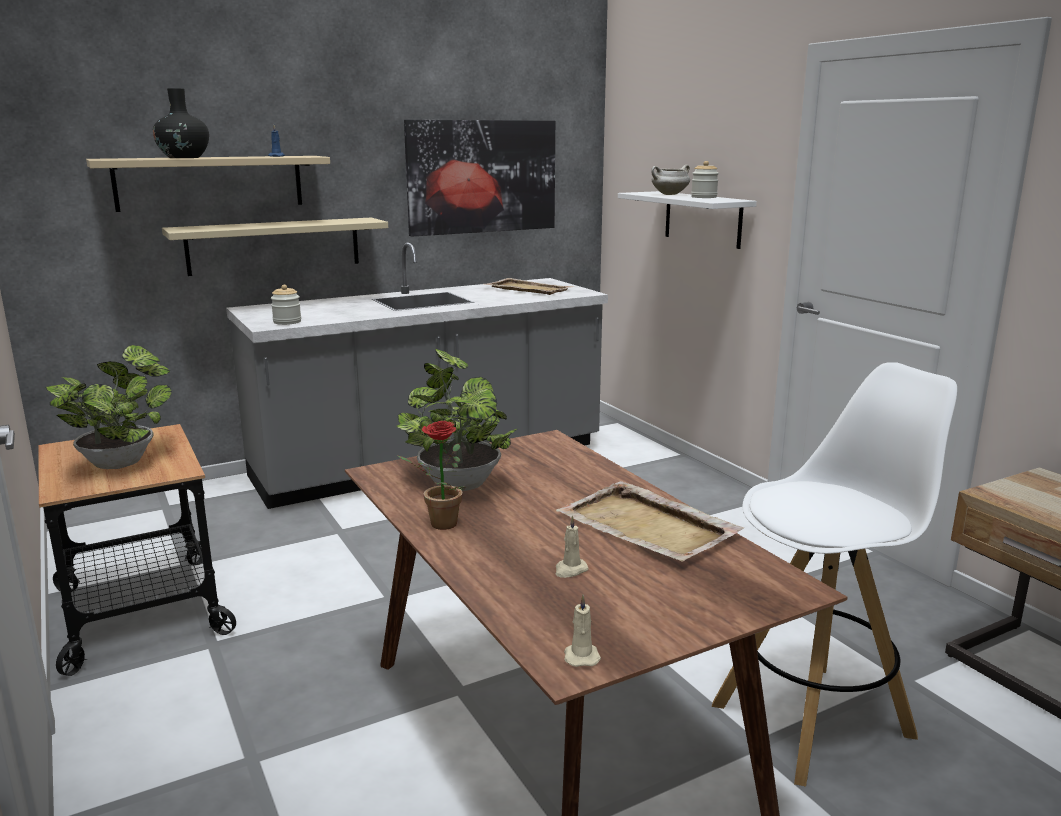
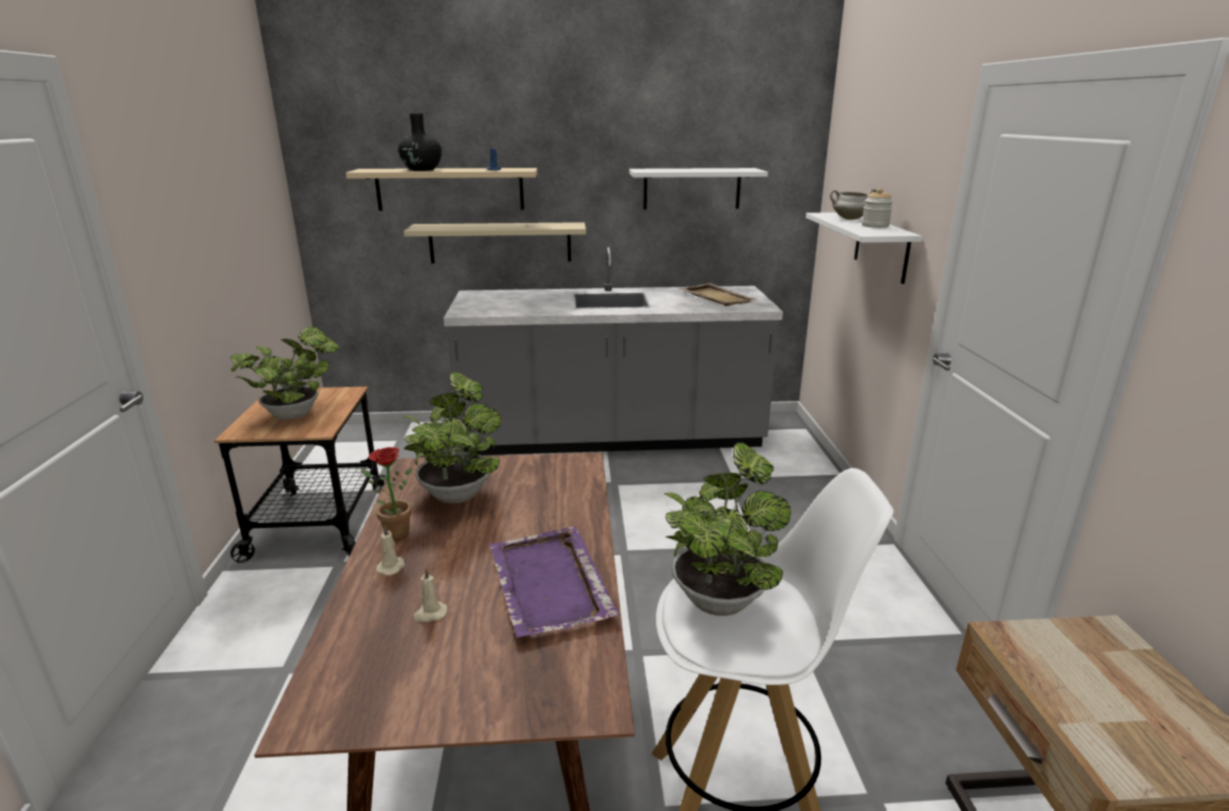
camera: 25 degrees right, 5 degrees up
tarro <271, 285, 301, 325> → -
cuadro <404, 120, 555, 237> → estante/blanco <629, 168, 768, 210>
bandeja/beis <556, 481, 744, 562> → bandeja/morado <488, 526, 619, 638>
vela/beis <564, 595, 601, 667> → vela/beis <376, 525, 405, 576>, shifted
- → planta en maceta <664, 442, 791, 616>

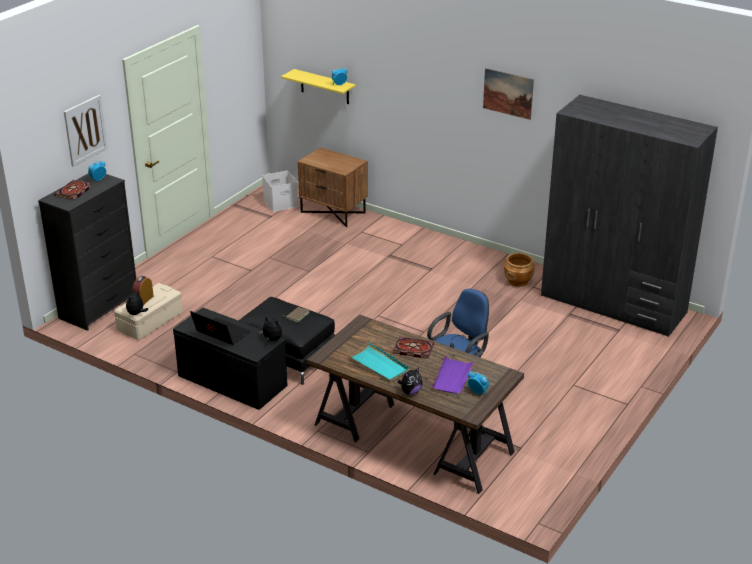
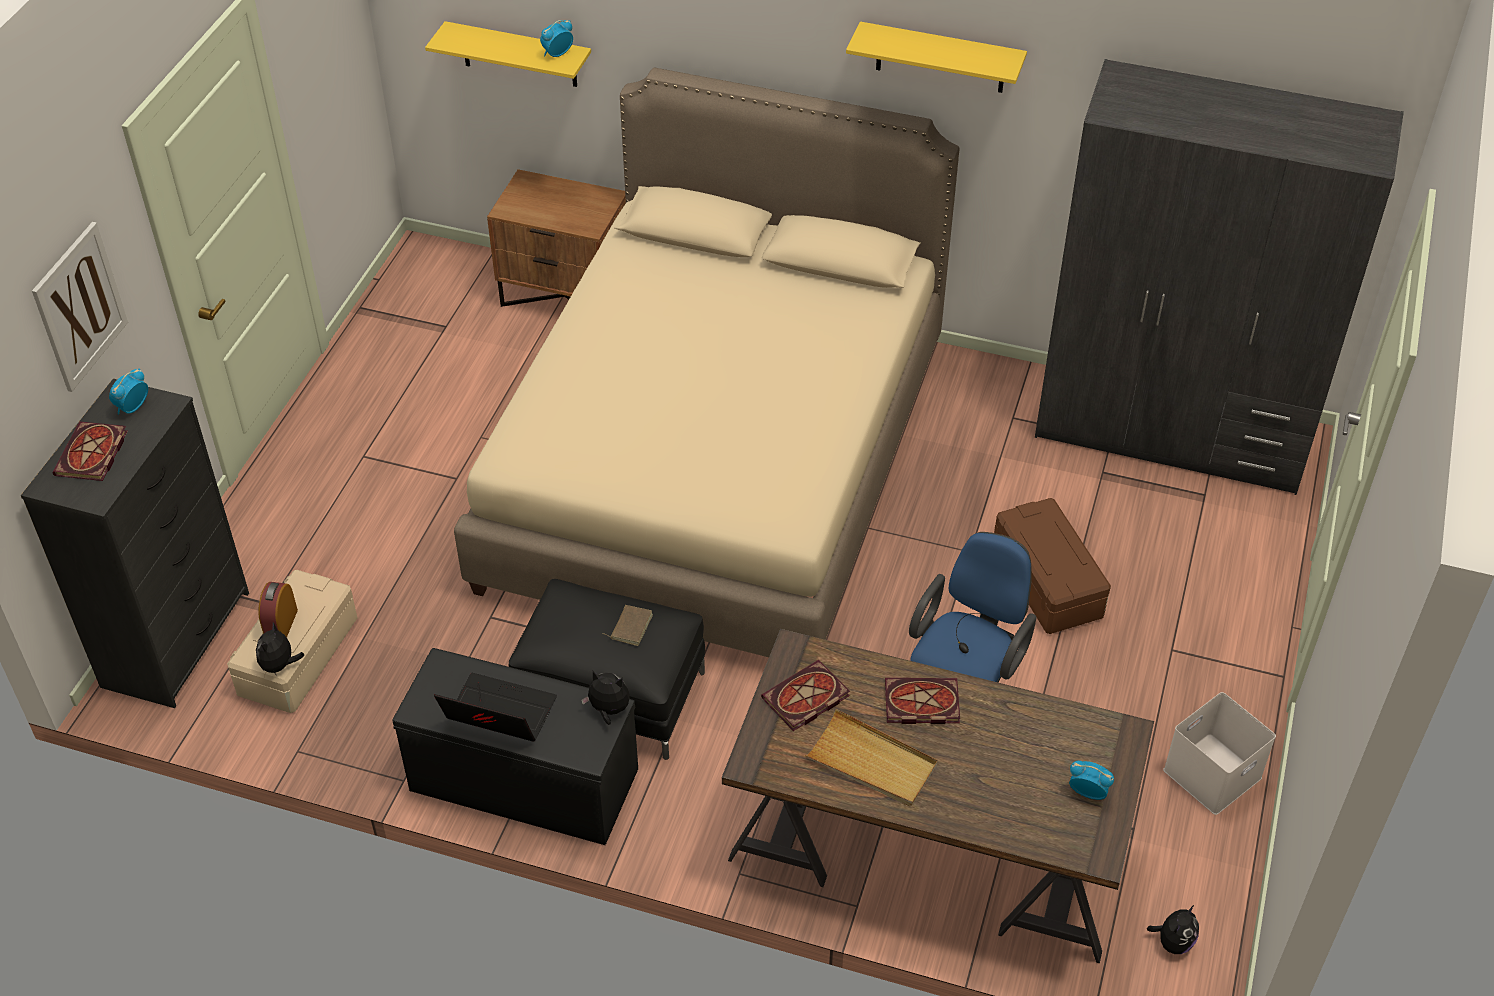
camera: 15 degrees left, 15 degrees up
caja de almacenaje/blanco <262, 171, 298, 212> → caja de almacenaje/blanco <1163, 692, 1276, 815>, shifted
bandeja/turquesa <348, 343, 410, 383> → bandeja/beis <805, 709, 938, 806>
peluche <398, 367, 422, 395> → peluche <1147, 905, 1199, 954>, shifted
bandeja/morado <432, 355, 476, 397> → -
cuadro <483, 68, 534, 120> → estante/amarillo <846, 22, 1027, 93>
maceta/marrón <504, 253, 535, 287> → -
- → cama/beis <454, 68, 959, 657>
- → libro <761, 660, 850, 731>
- → caja de almacenaje/marrón <994, 498, 1111, 634>

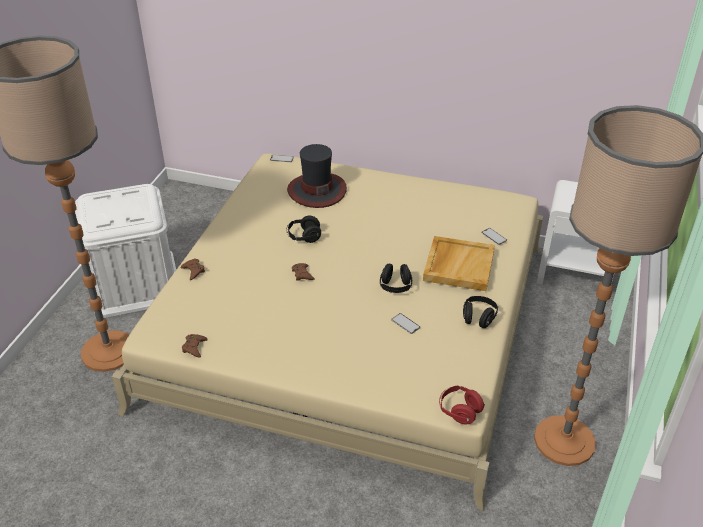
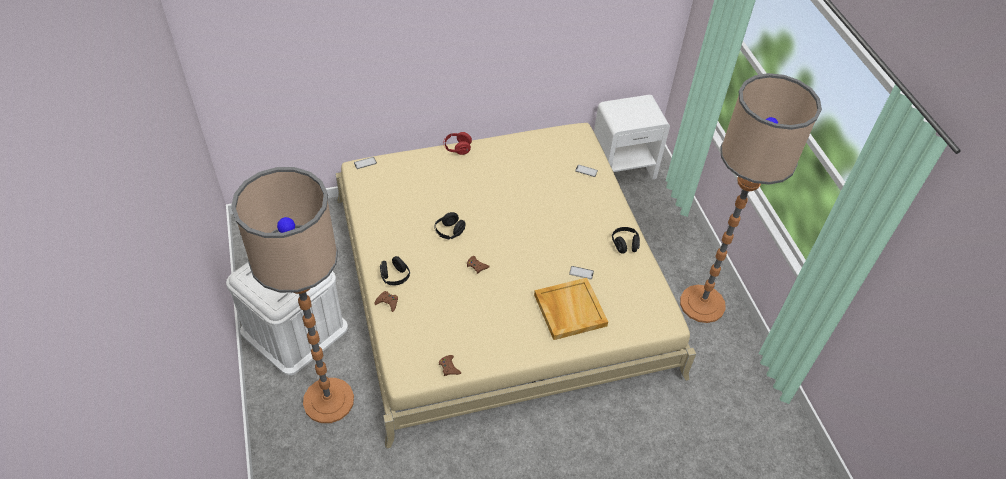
camera: 35 degrees left, 10 degrees up
sombrero <287, 144, 347, 208> → -
auriculares/negro <380, 263, 412, 293> → auriculares/negro <380, 256, 410, 286>, shifted
bandeja/beis <423, 236, 495, 291> → bandeja/beis <534, 278, 608, 340>, shifted
auriculares/rojo <439, 385, 485, 424> → auriculares/rojo <444, 132, 472, 155>, shifted

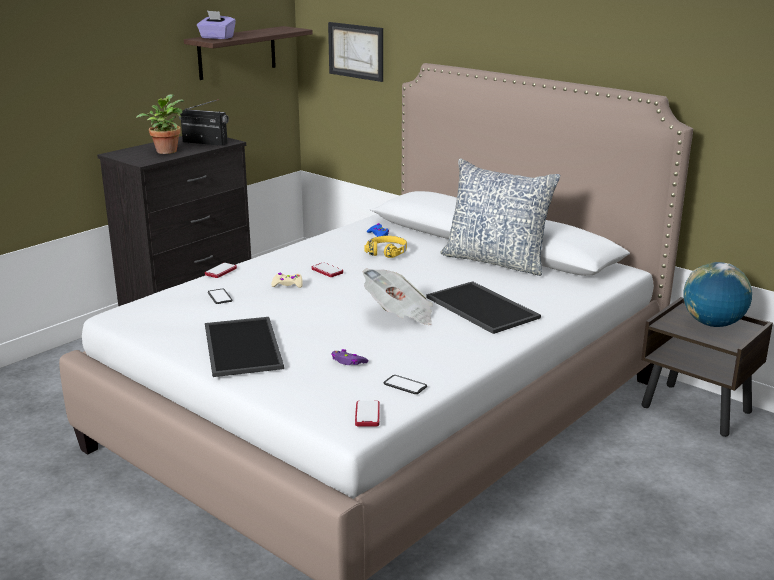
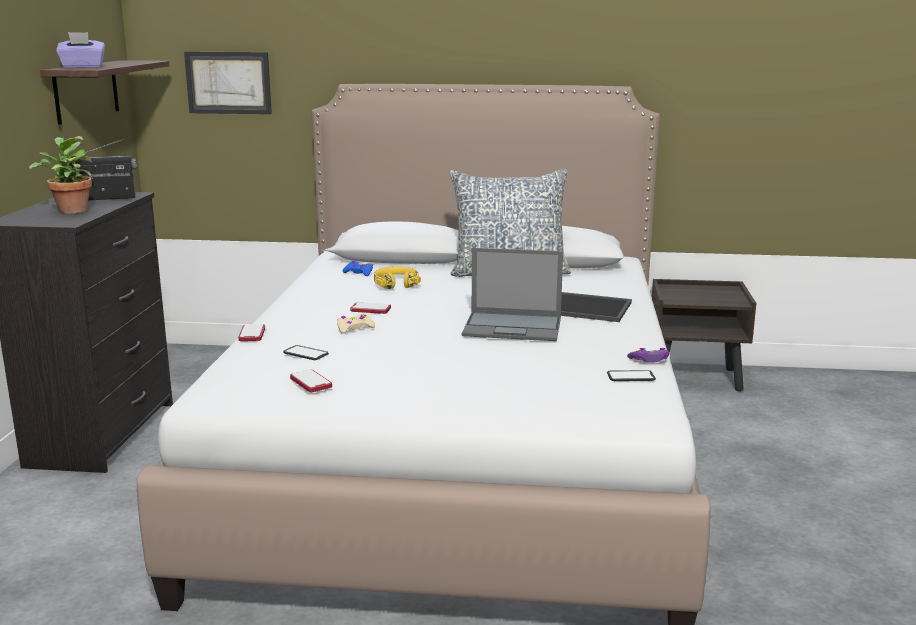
camera: 35 degrees left, 5 degrees down
bandeja <205, 317, 284, 377> → -
mando de consola/morado <331, 349, 368, 365> → mando de consola/morado <627, 348, 669, 363>, shifted
móvil <355, 401, 380, 427> → móvil <290, 369, 332, 392>, shifted
periódico <363, 269, 433, 325> → portátil <462, 248, 563, 341>
globo terráqueo <683, 262, 752, 327> → -

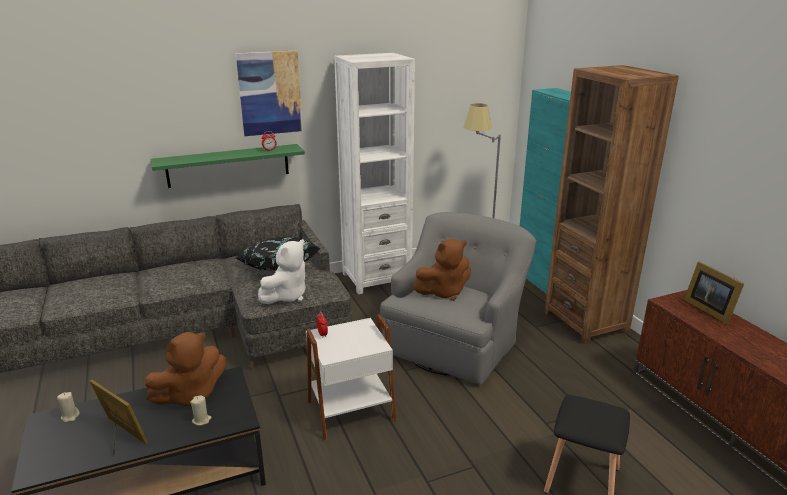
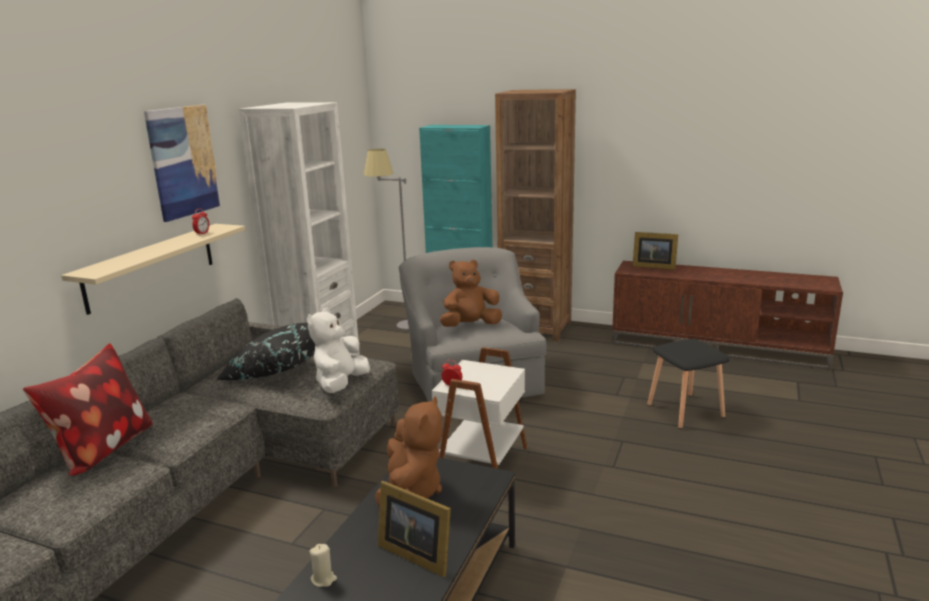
camera: 45 degrees left, 5 degrees down
portarretratos <89, 380, 148, 457> → portarretratos <378, 481, 451, 577>, 135 degrees counterclockwise
estante/verde <151, 144, 305, 188> → estante/beis <61, 224, 245, 315>
vela/beis <190, 395, 212, 425> → -
peluche/blanco <258, 239, 306, 304> → peluche/blanco <307, 307, 370, 393>, 150 degrees counterclockwise
peluche/marrón <413, 239, 471, 301> → peluche/marrón <440, 260, 502, 327>, 135 degrees counterclockwise
- → cojín <23, 343, 153, 476>

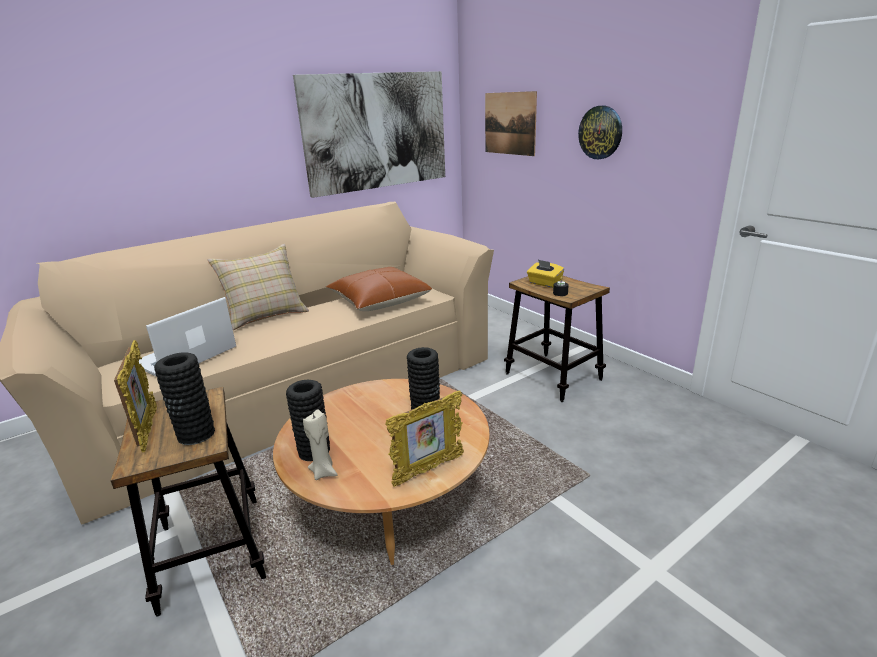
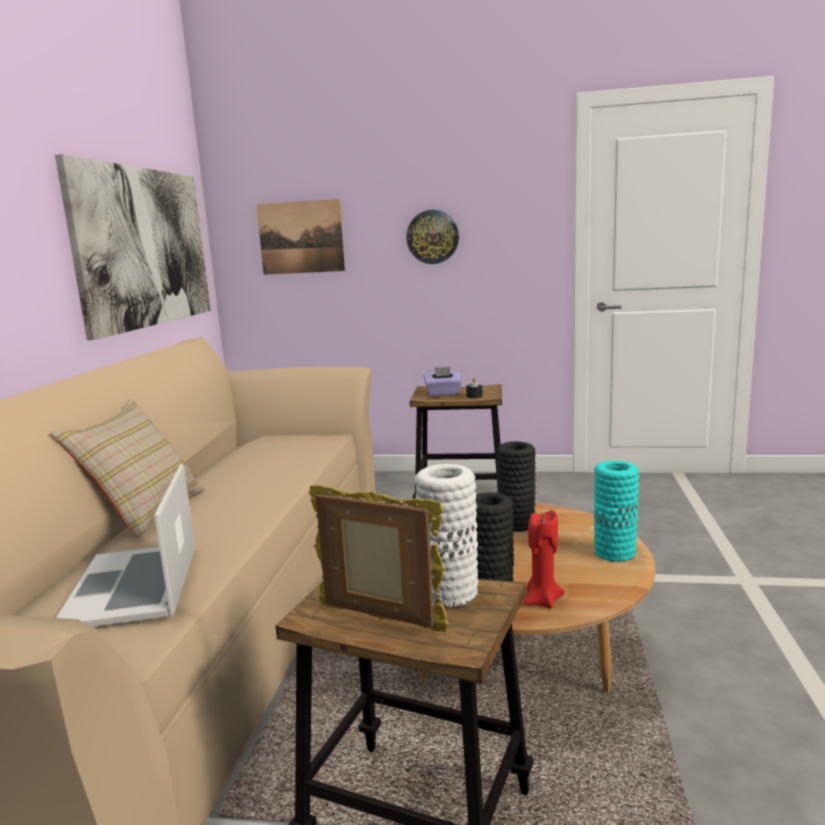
camera: 45 degrees left, 10 degrees down
florero/negro <154, 352, 215, 445> → florero/blanco <415, 464, 478, 608>
vela/beis <303, 409, 338, 480> → vela/rojo <523, 510, 564, 609>
cojín/marrón <326, 267, 432, 311> → -
portarretratos <386, 390, 464, 487> → florero/turquesa <594, 461, 639, 562>
caja de pañuelos/amarillo <527, 259, 564, 288> → caja de pañuelos/morado <424, 367, 462, 396>

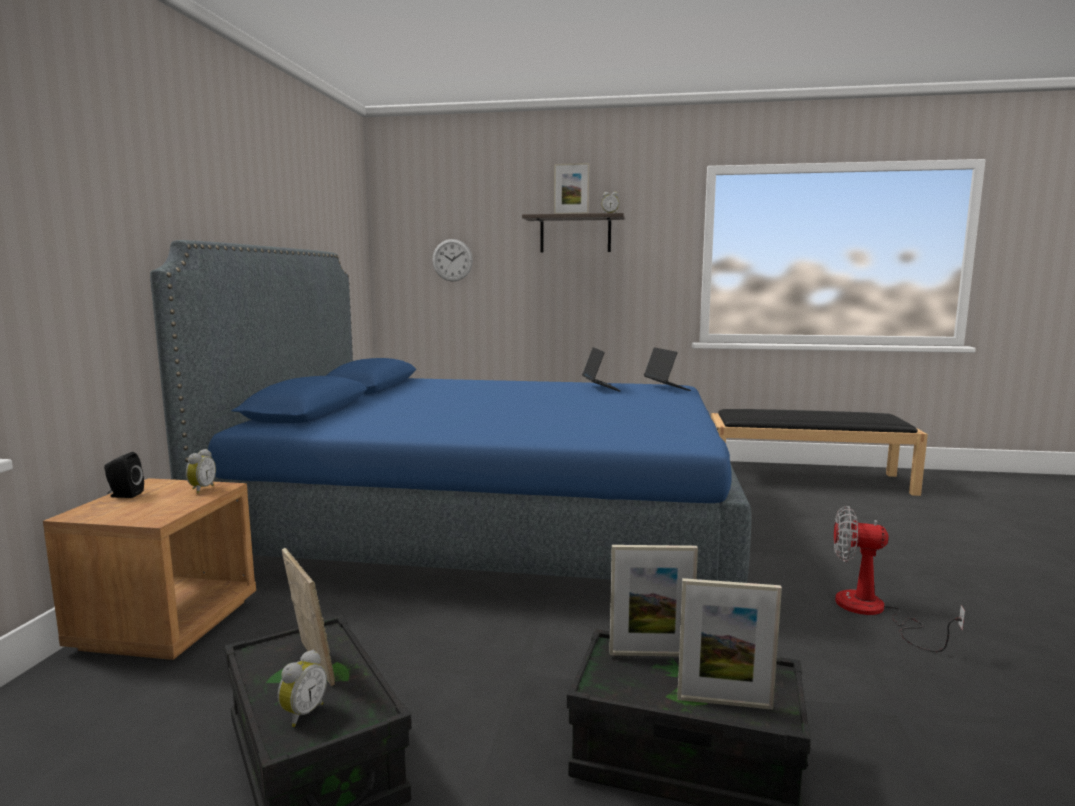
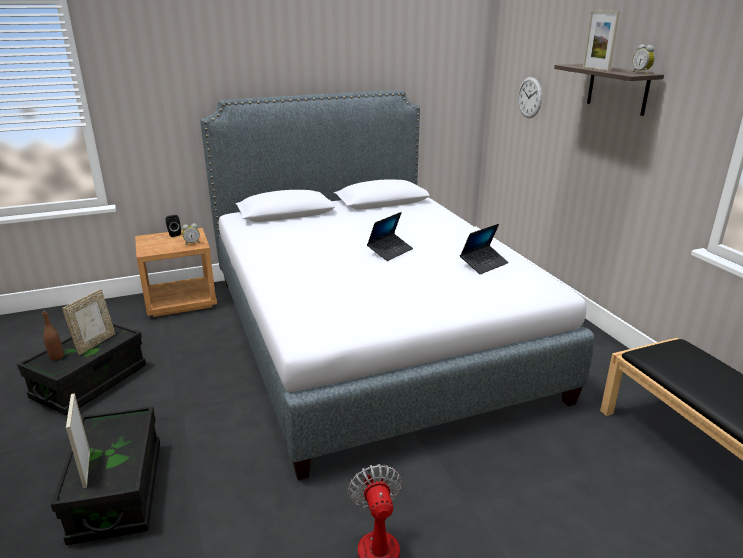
camera: 60 degrees right, 15 degrees up
cama/azul <150, 240, 751, 583> → cama/gris <200, 90, 595, 480>
despertador <278, 650, 327, 727> → botella/marrón <42, 310, 64, 361>
portarretratos <609, 545, 698, 656> → -
portátil <644, 347, 691, 391> → portátil <367, 212, 413, 261>, shifted

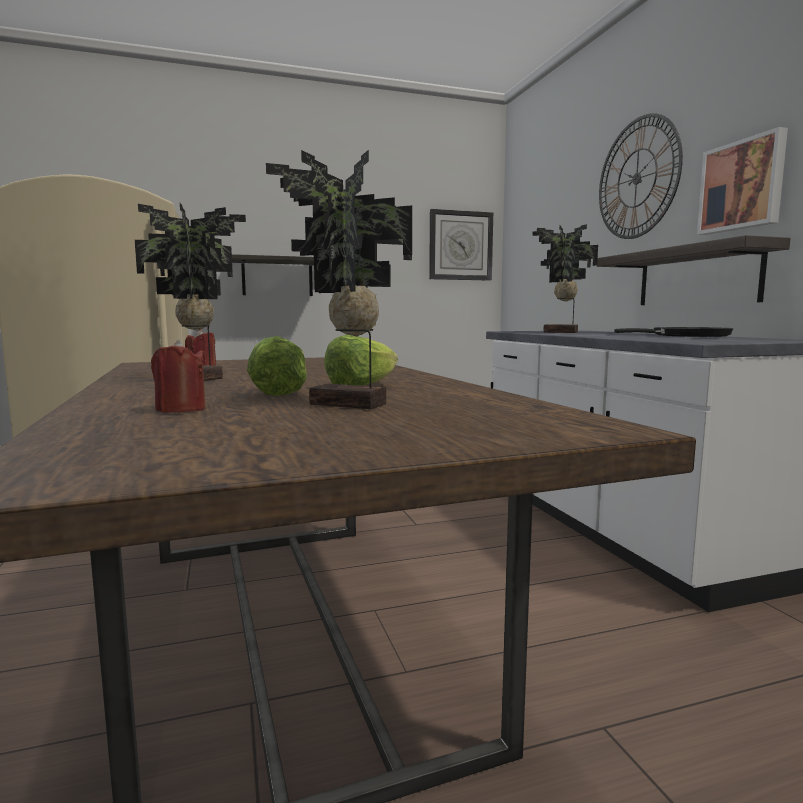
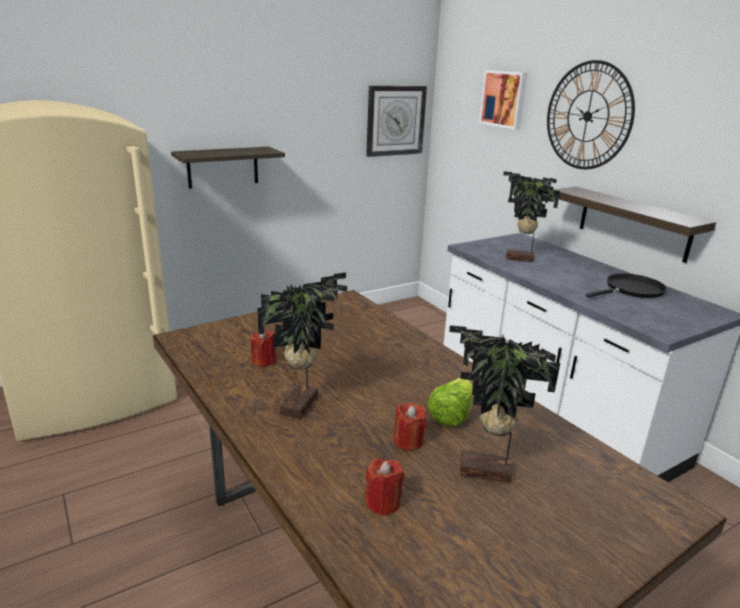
camera: 15 degrees left, 15 degrees up
lechuga <247, 336, 307, 396> → vela/rojo <394, 402, 427, 451>
cuadro <697, 127, 788, 235> → cuadro <479, 70, 527, 130>, shifted

